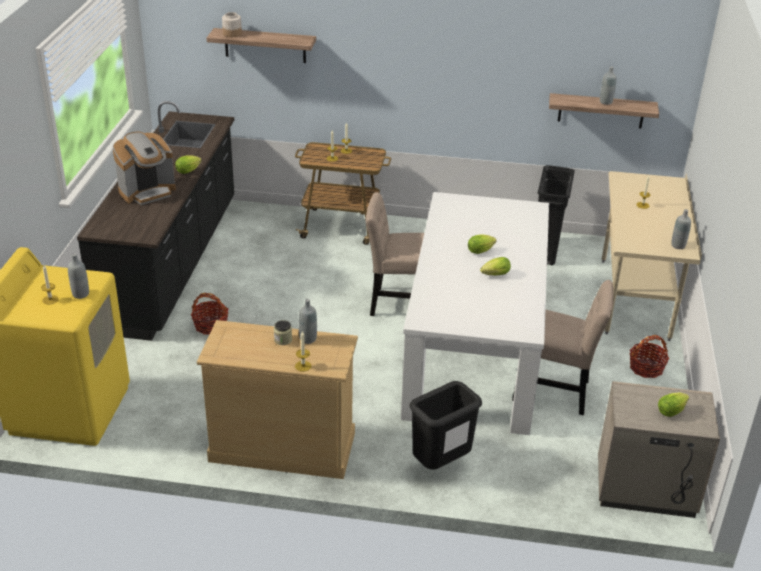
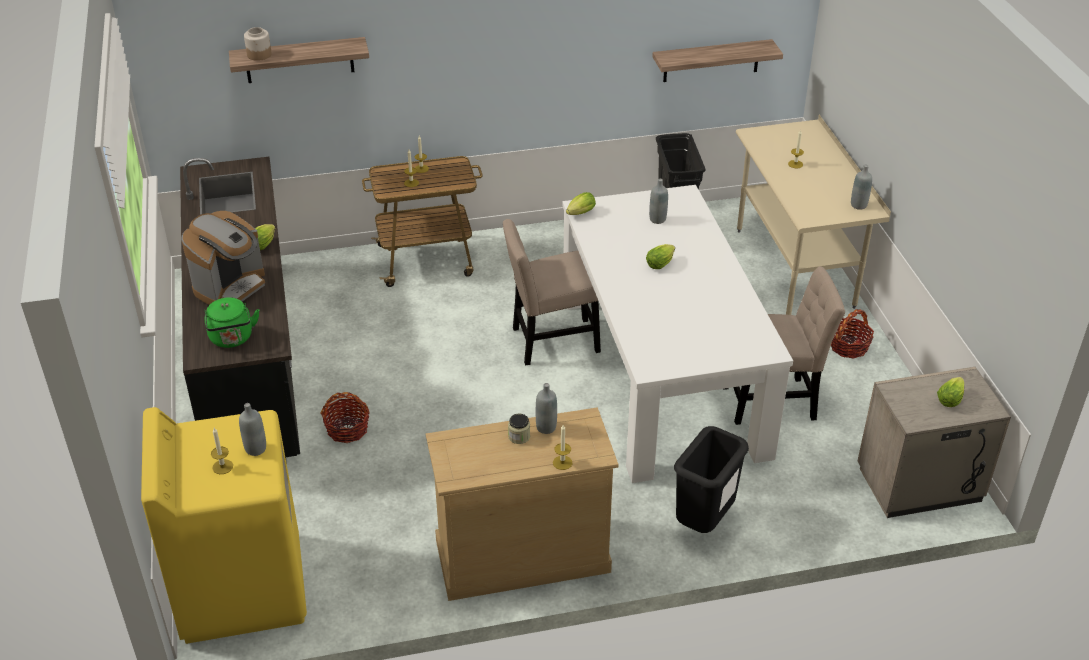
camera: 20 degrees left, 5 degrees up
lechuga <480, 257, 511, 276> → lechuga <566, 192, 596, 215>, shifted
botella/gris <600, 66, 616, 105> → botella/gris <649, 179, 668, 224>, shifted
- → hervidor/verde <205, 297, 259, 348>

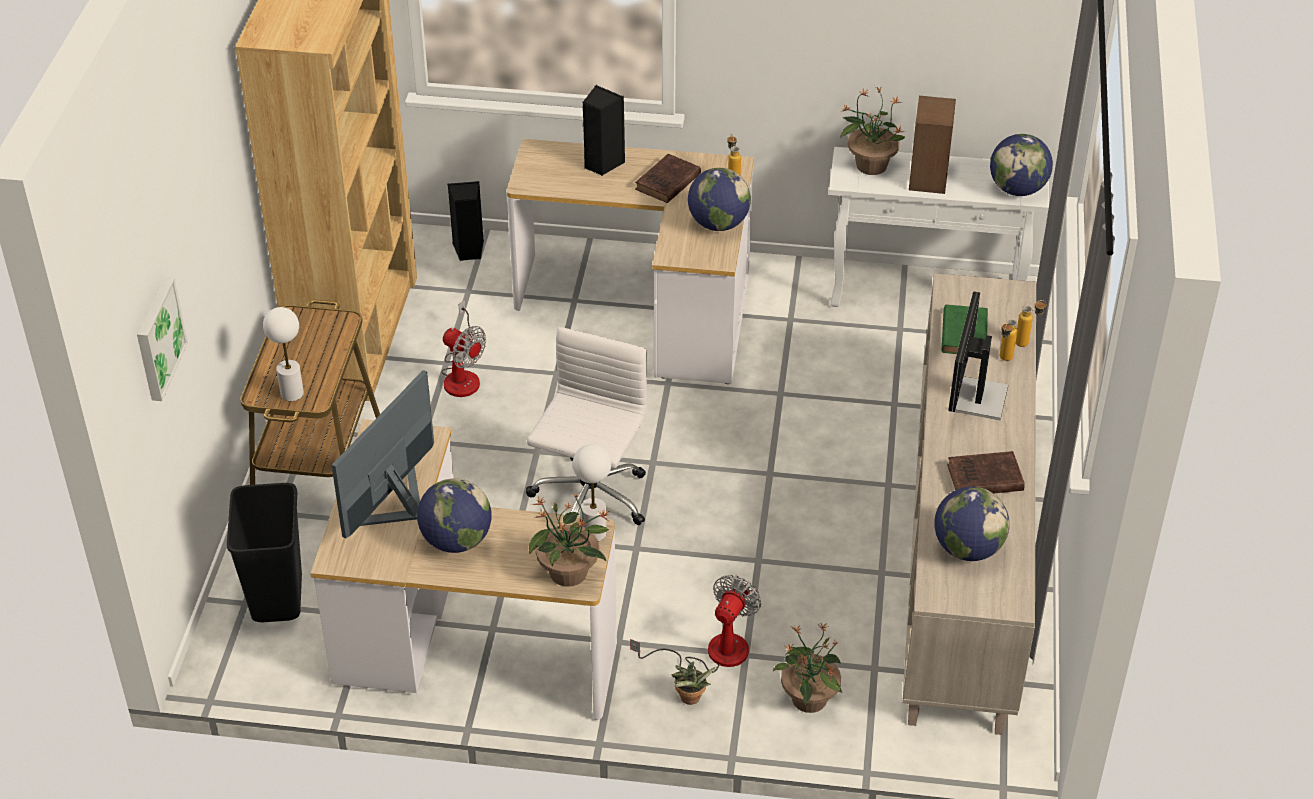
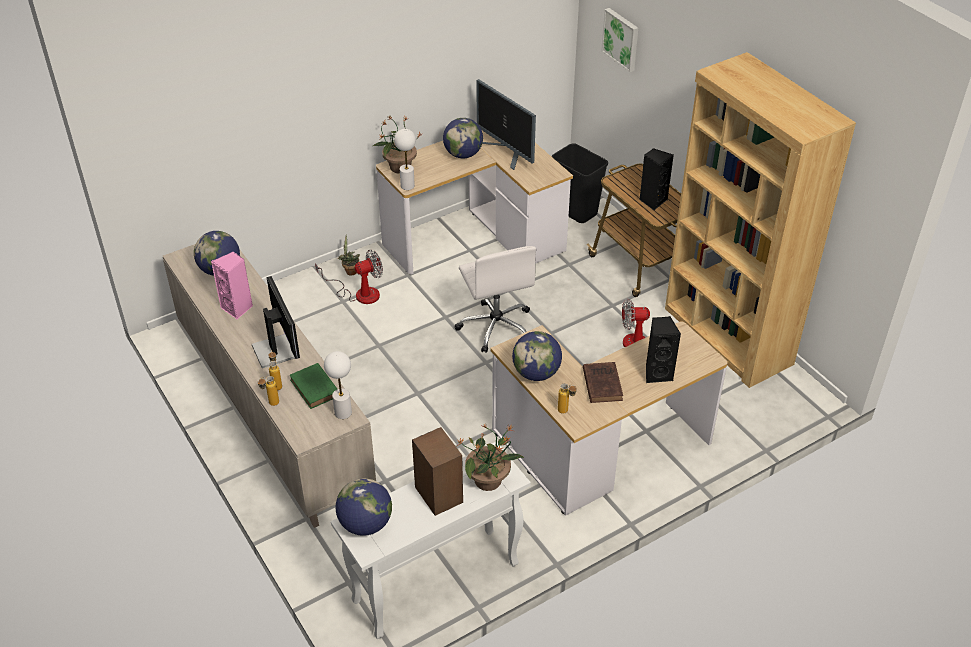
camera: 140 degrees right, 0 degrees up
lámpara de mesa/blanco <263, 307, 304, 401> → lámpara de mesa/blanco <324, 351, 352, 419>, shifted
monitor <332, 370, 434, 539> → monitor <476, 79, 536, 170>, 150 degrees clockwise
altavoz/negro <447, 181, 484, 261> → altavoz/negro <639, 148, 674, 210>, shifted
ventilador <630, 575, 761, 673> → ventilador <315, 250, 383, 304>, 105 degrees counterclockwise
planta en maceta <773, 622, 842, 713> → -
libro/marrón <947, 451, 1025, 494> → altavoz/rosa <211, 251, 253, 320>

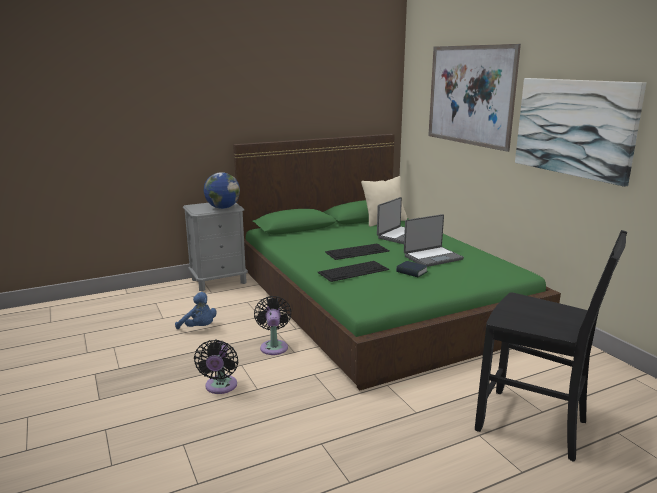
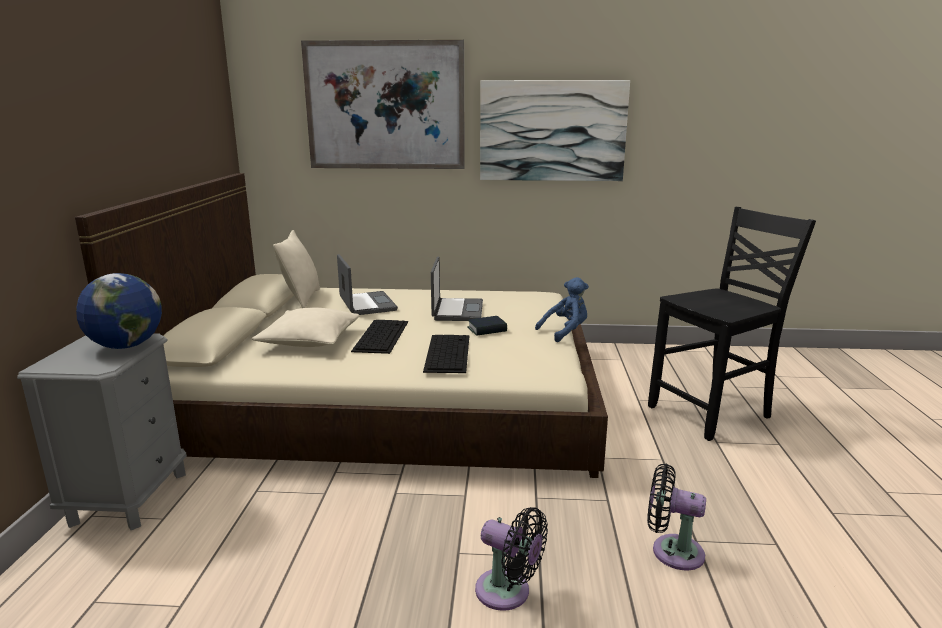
camera: 60 degrees left, 0 degrees up
peluche/azul <175, 292, 217, 329> → peluche/azul <535, 277, 589, 342>, shifted
cama/verde <233, 134, 561, 390> → cama/beis <75, 173, 608, 478>
ventilador/negro <254, 296, 291, 355> → ventilador/negro <647, 464, 706, 570>, shifted
- → cojín/beis <251, 308, 360, 347>

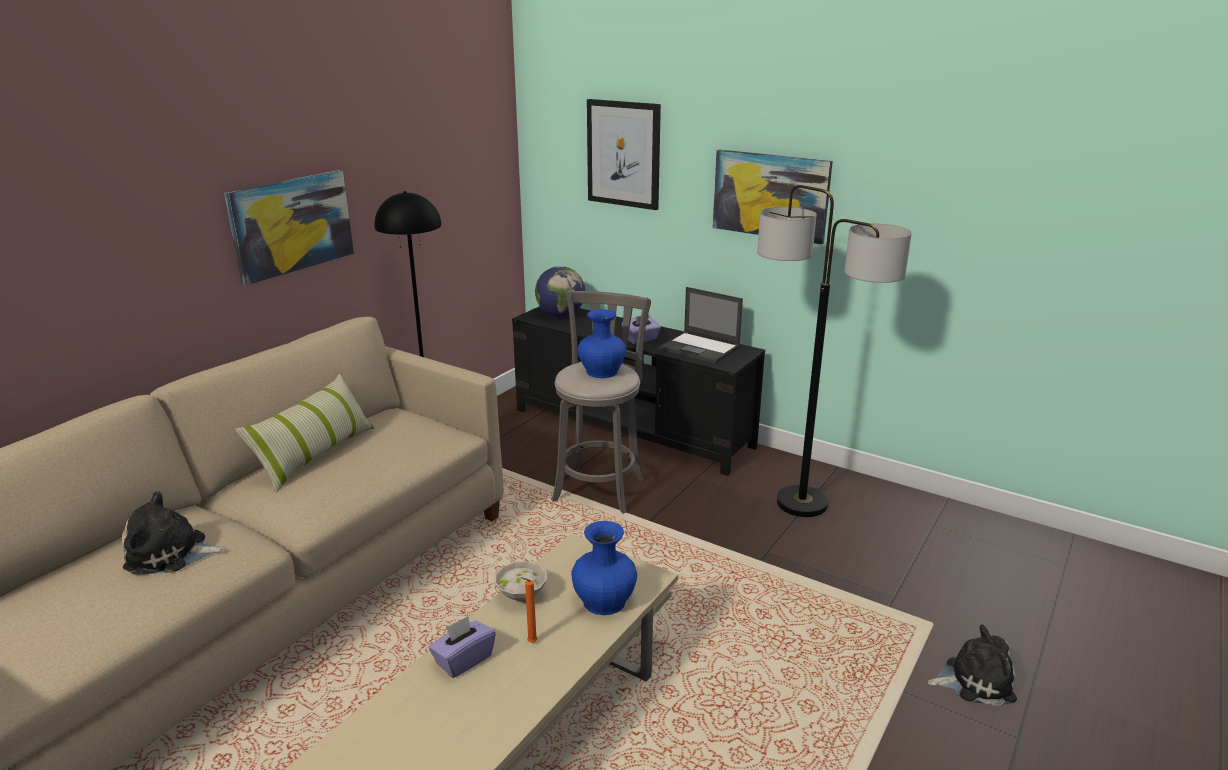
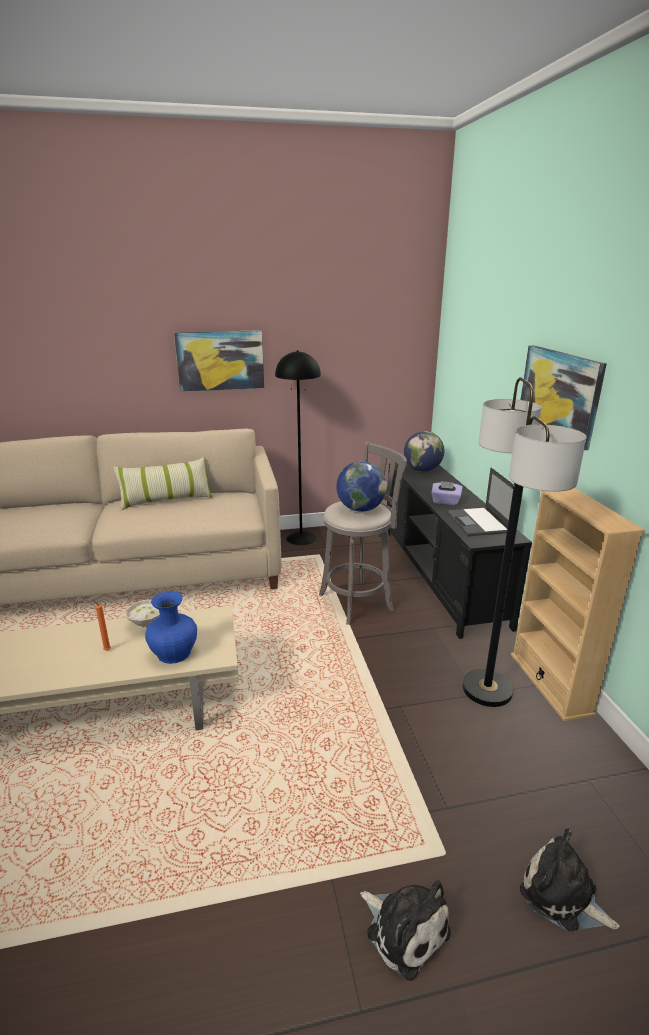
camera: 45 degrees right, 0 degrees up
peluche <122, 491, 226, 575> → peluche <520, 829, 619, 931>, shifted
caja de pañuelos/morado <429, 616, 496, 678> → -
florero/azul <578, 309, 626, 378> → globo terráqueo <336, 461, 387, 512>
cuadro <587, 99, 661, 210> → -
- → estantería/beis <511, 488, 645, 721>

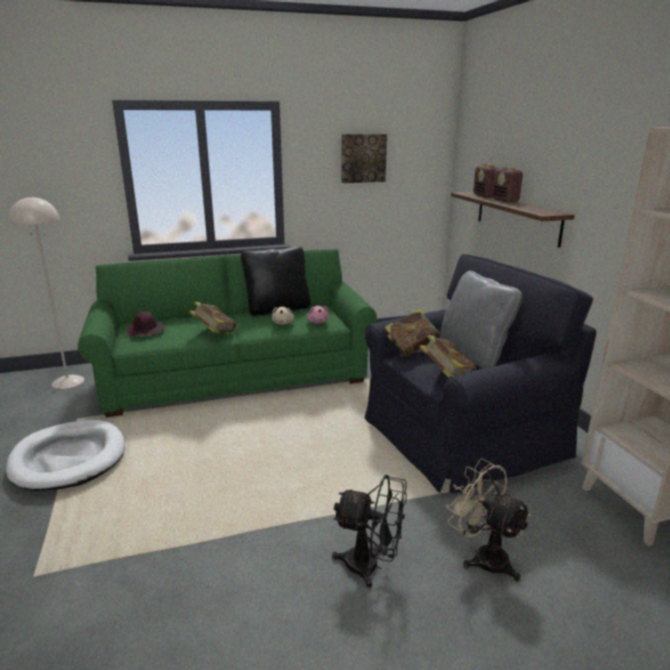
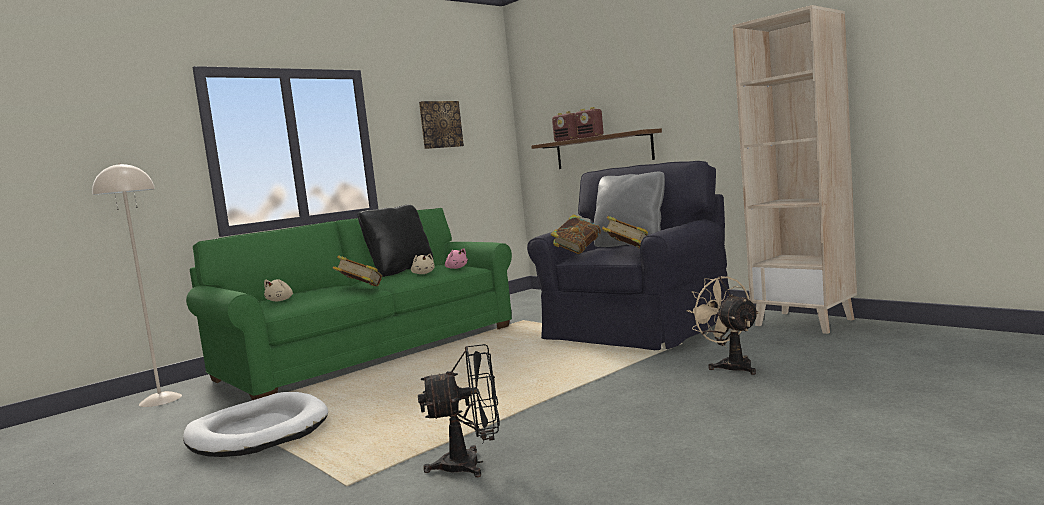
camera: 25 degrees left, 15 degrees down
sombrero/morado <126, 311, 165, 336> → peluche/beis <264, 279, 293, 301>
ventilador/negro <332, 475, 407, 588> → ventilador/negro <418, 344, 500, 477>, shifted
ventilador/beis <446, 458, 531, 581> → ventilador/beis <687, 276, 759, 375>, 45 degrees clockwise

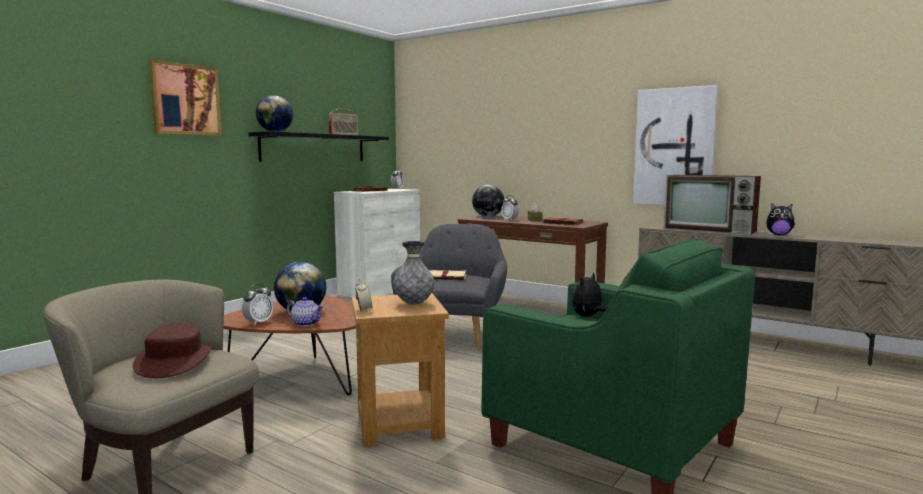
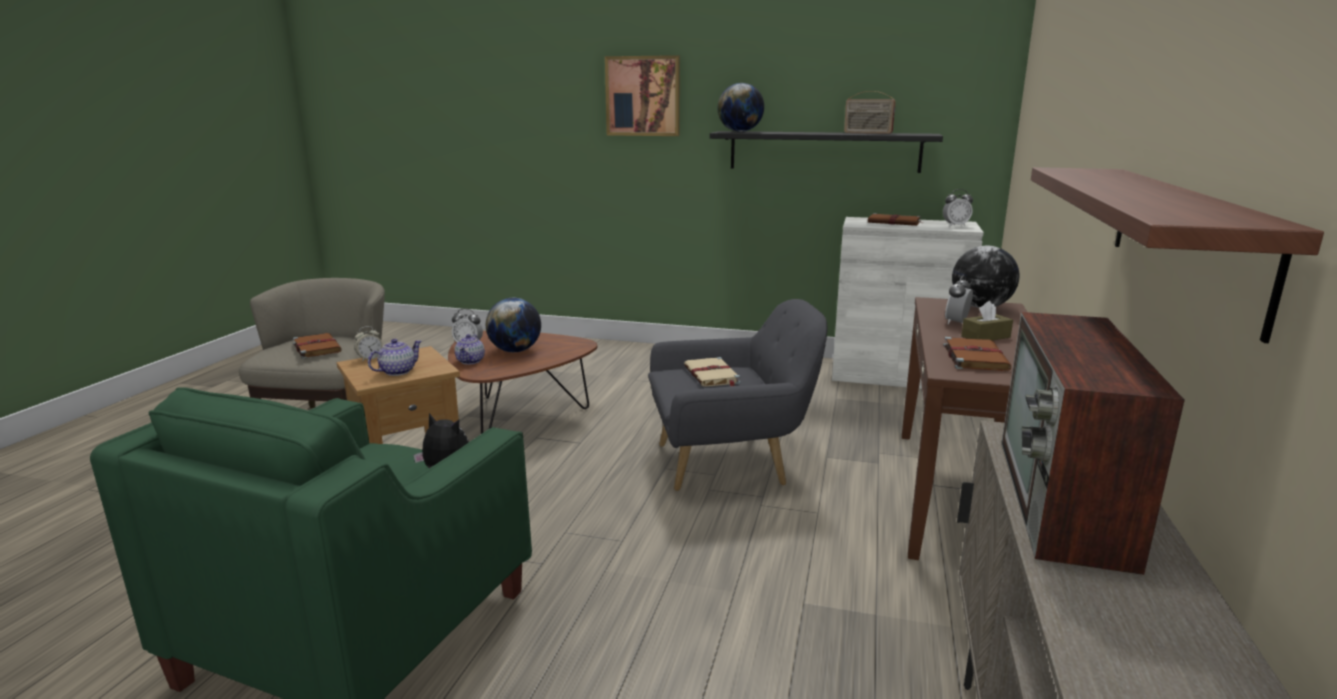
camera: 70 degrees right, 10 degrees up
sombrero/marrón <133, 323, 212, 378> → libro/marrón <293, 333, 342, 359>
florero/gris <393, 241, 435, 305> → tetera <368, 339, 422, 376>
cuadro <633, 85, 718, 205> → estante <1031, 167, 1324, 343>
peluche <766, 204, 796, 235> → -

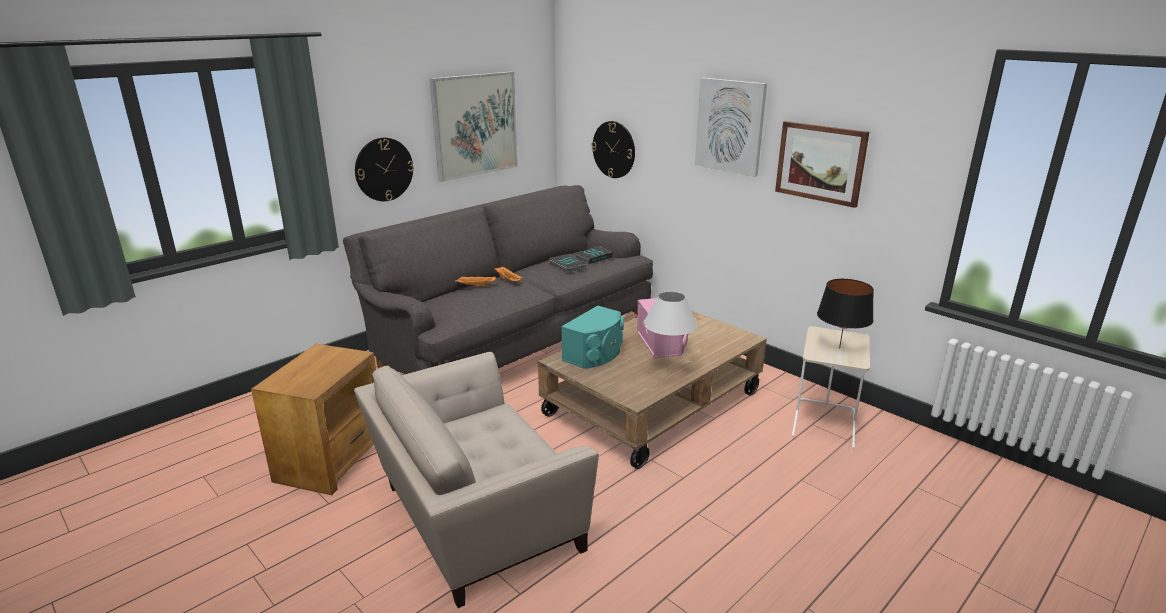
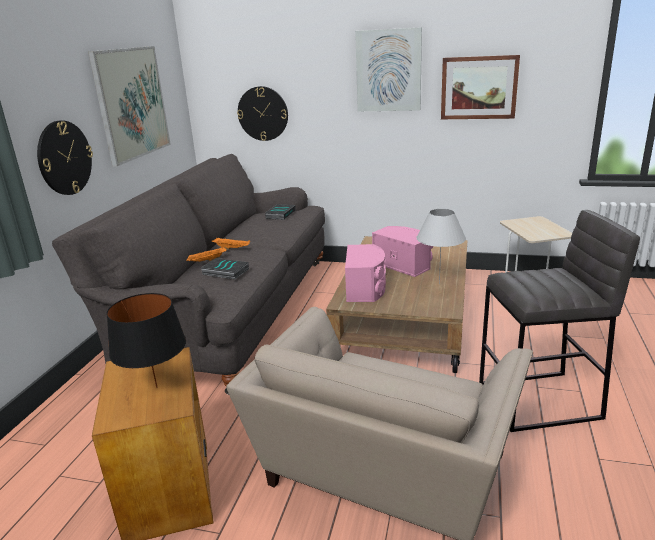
camera: 30 degrees left, 0 degrees up
libro <549, 254, 586, 274> → libro <201, 258, 249, 279>, shifted
altavoz/turquesa <561, 305, 624, 369> → altavoz/rosa <345, 244, 386, 302>
lámpara de mesa/negro <817, 279, 874, 348> → lámpara de mesa/negro <107, 293, 186, 388>, shifted
- → taburete/gris <479, 210, 640, 432>

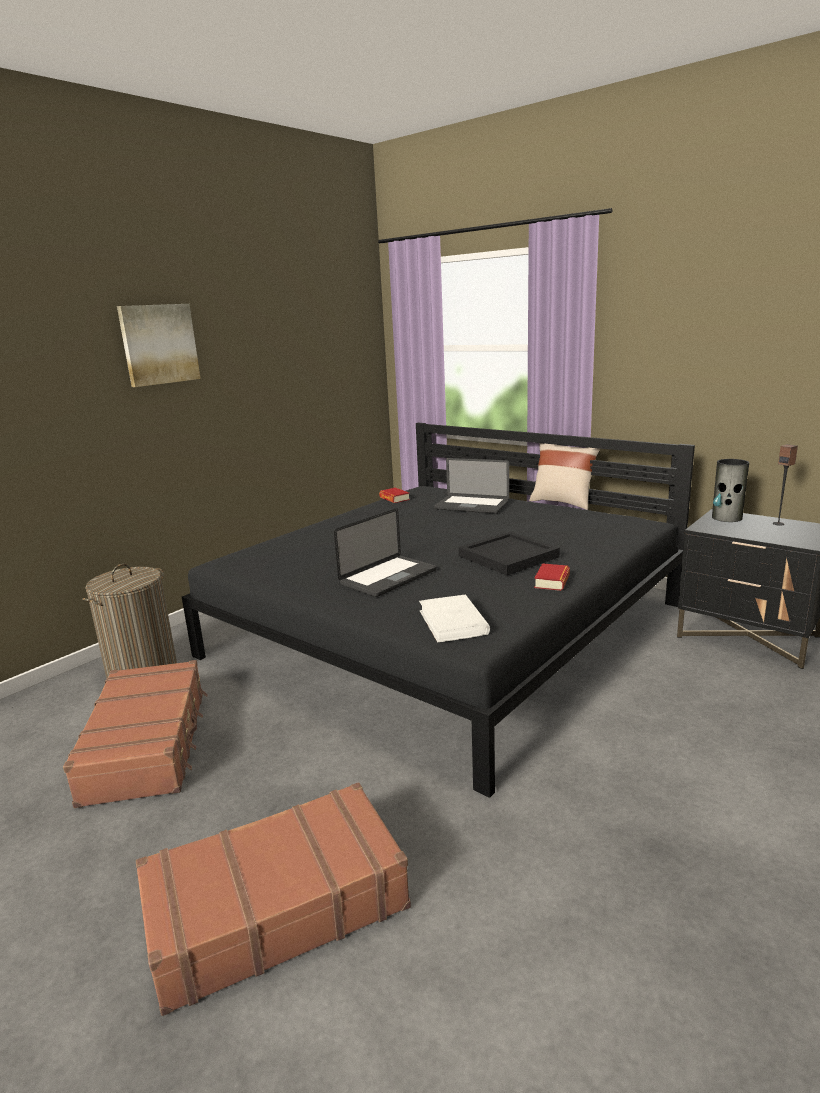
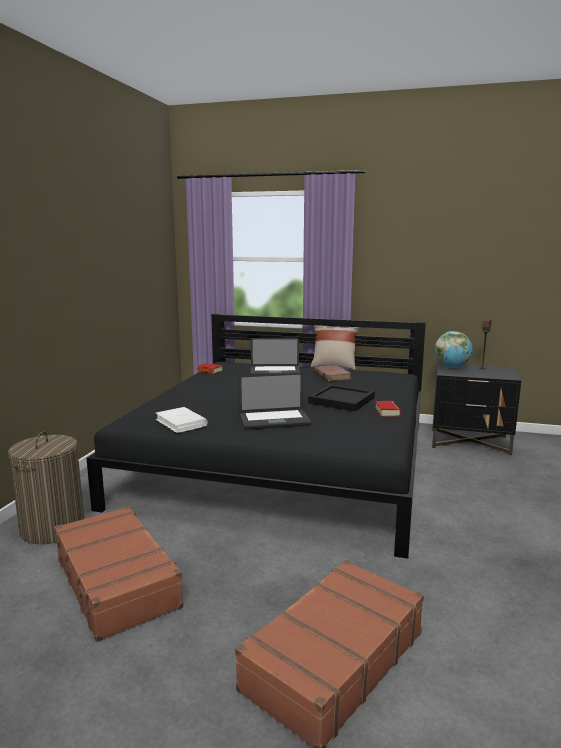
camera: 25 degrees left, 5 degrees down
cuadro <117, 304, 201, 387> → -
portátil <334, 508, 437, 597> → portátil <239, 373, 311, 429>, 60 degrees clockwise
libro/blanco <419, 595, 490, 642> → libro/blanco <156, 407, 208, 433>, shifted
florero <712, 459, 749, 522> → globo terráqueo <435, 331, 472, 368>
- → libro/marrón <314, 365, 352, 381>

